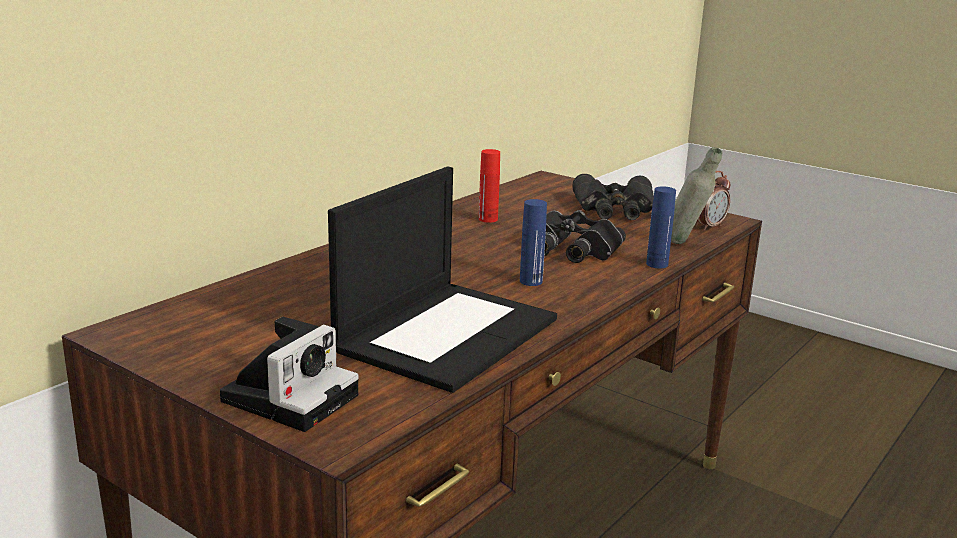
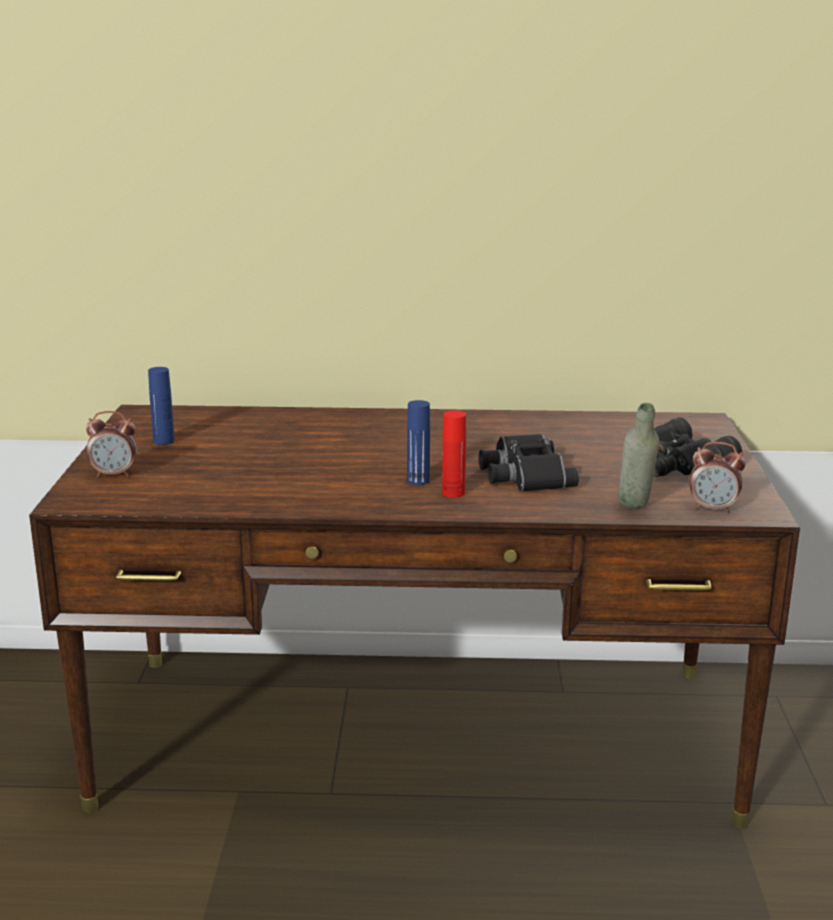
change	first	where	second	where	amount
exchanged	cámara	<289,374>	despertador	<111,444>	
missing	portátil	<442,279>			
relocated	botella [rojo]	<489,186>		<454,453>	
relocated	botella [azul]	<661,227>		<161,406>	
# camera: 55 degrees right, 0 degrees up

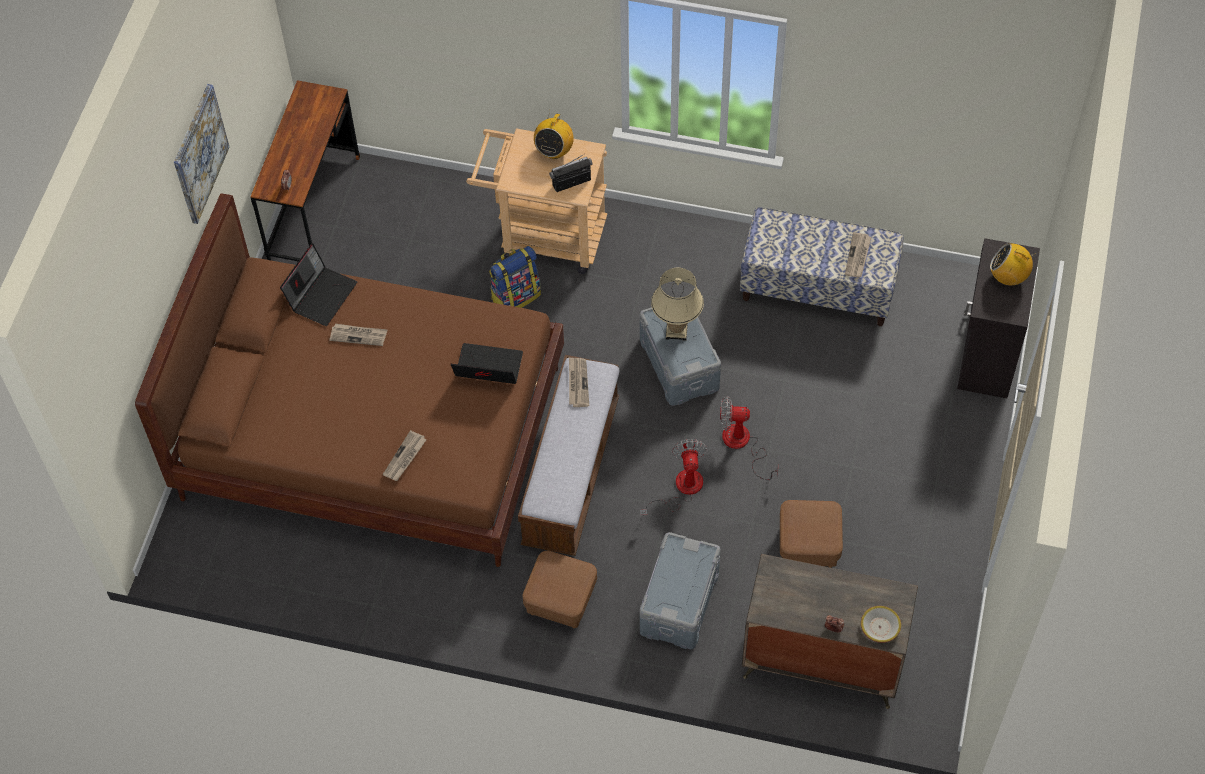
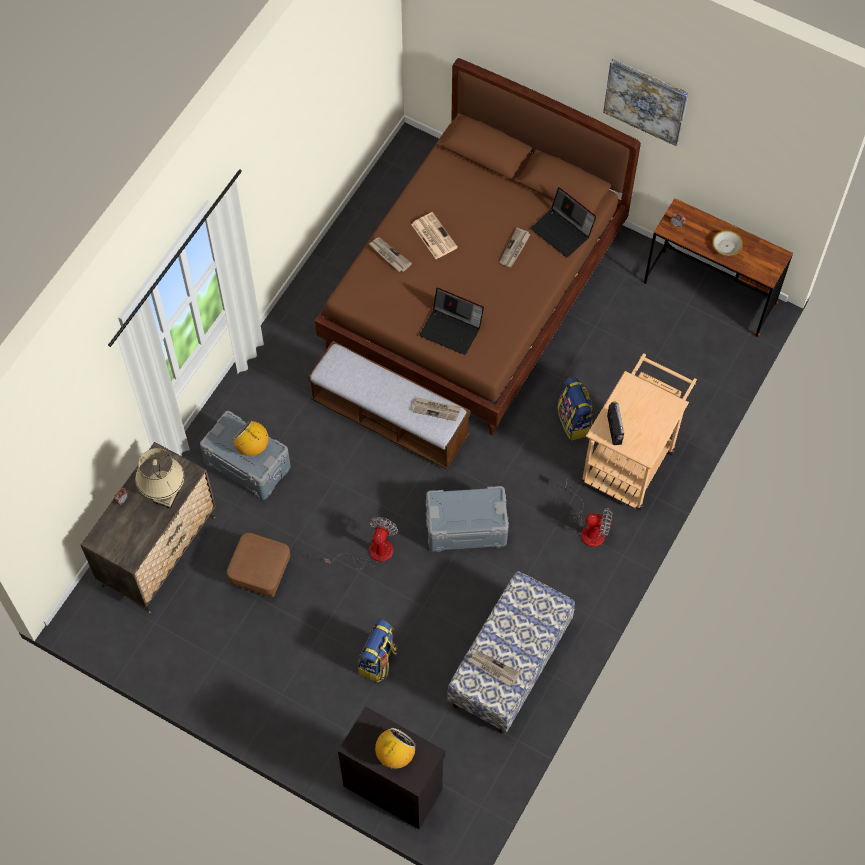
change	first	where	second	where	amount
spun	portátil	<487,363>		<451,321>	90 degrees clockwise
missing	puf [marrón]	<560,589>			
relocated	radio	<554,135>		<251,438>	
relocated	ventilador	<673,477>		<589,514>	
relocated	lámpara de mesa [beis]	<677,304>		<159,478>	
relocated	cuenco	<881,624>		<727,243>	
appeared			mochila	<377,650>	
appeared			periódico	<434,235>	
# camera: 105 degrees right, 5 degrees up

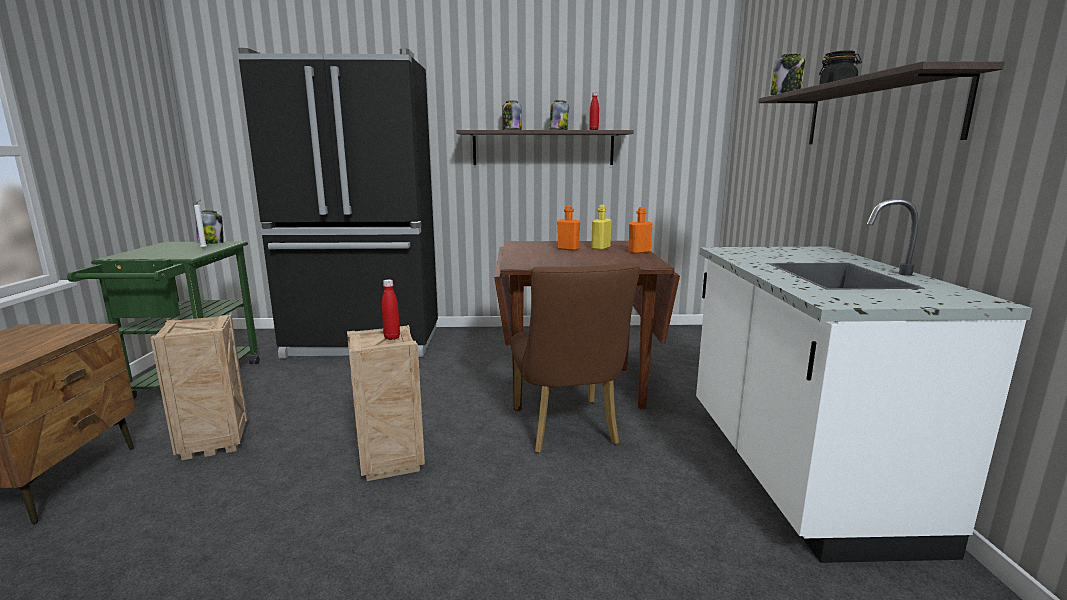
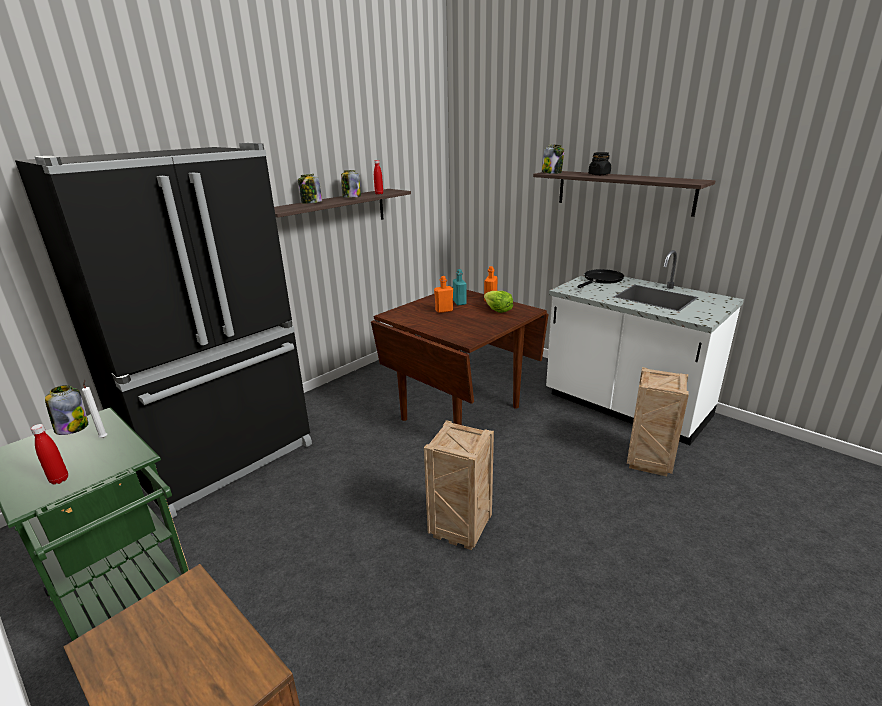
change	first	where	second	where	amount
relocated	caja de embalaje	<199,387>		<658,421>	
relocated	botella [rojo]	<391,309>		<49,454>	
missing	silla [marrón]	<575,358>			
colour	botella [amarillo]	<601,227>	botella [turquesa]	<459,287>	
appeared			lechuga	<498,302>	
appeared			sartén [negro]	<600,278>	
# camera: 45 degrees left, 10 degrees up

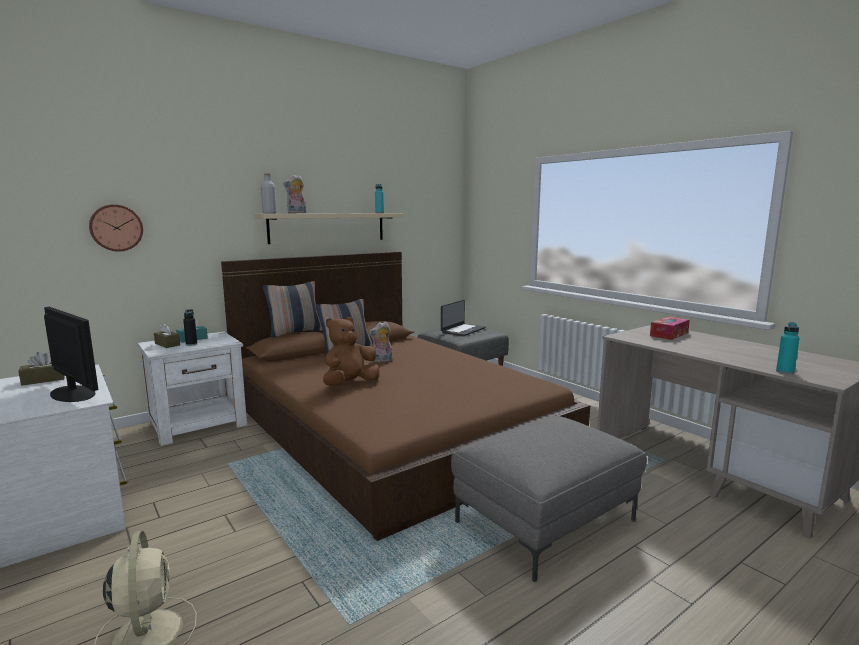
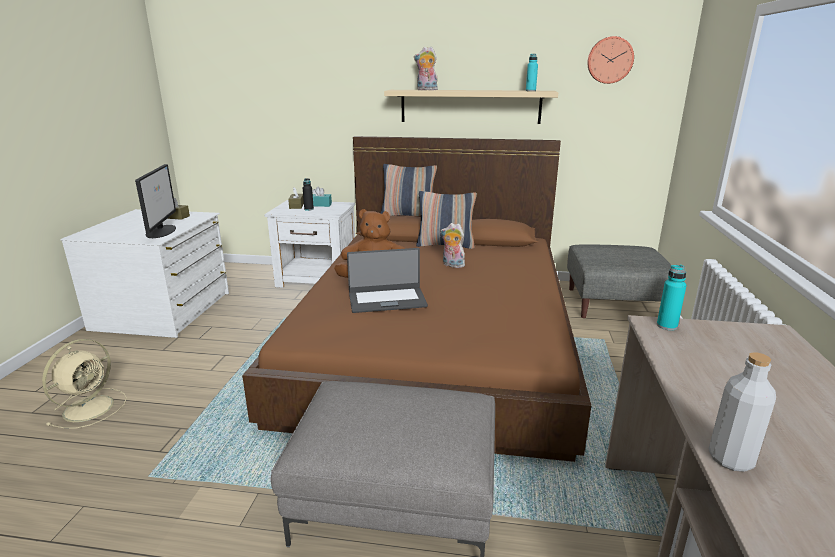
change	first	where	second	where	amount
relocated	reloj de pared	<116,228>		<610,60>	
relocated	botella [gris]	<269,194>		<742,412>	
relocated	portátil	<463,318>		<387,280>	
missing	caja de pañuelos	<670,328>			
relocated	botella [turquesa]	<788,348>		<672,297>	
# camera: 45 degrees right, 10 degrees up

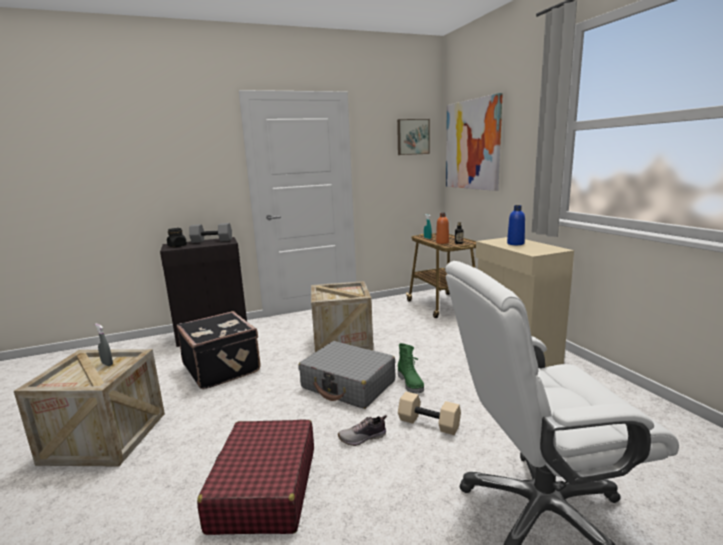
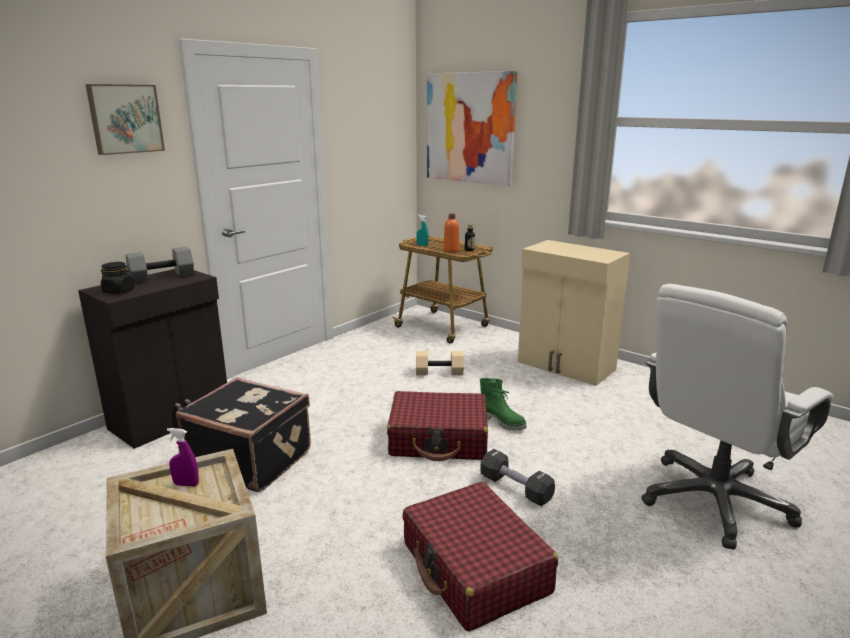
change	first	where	second	where	amount
colour	pulverizador [gris]	<104,345>	pulverizador [morado]	<183,457>	
colour	maleta [gris]	<347,375>	maleta [rojo]	<437,426>	
missing	caja de embalaje	<342,316>			
exchanged	zapato	<362,430>	mancuerna [negro]	<518,477>	
relocated	cuadro	<413,137>		<125,119>	
relocated	mancuerna [beis]	<429,413>		<440,363>	
missing	botella [azul]	<516,225>			
# camera: 30 degrees left, 5 degrees up

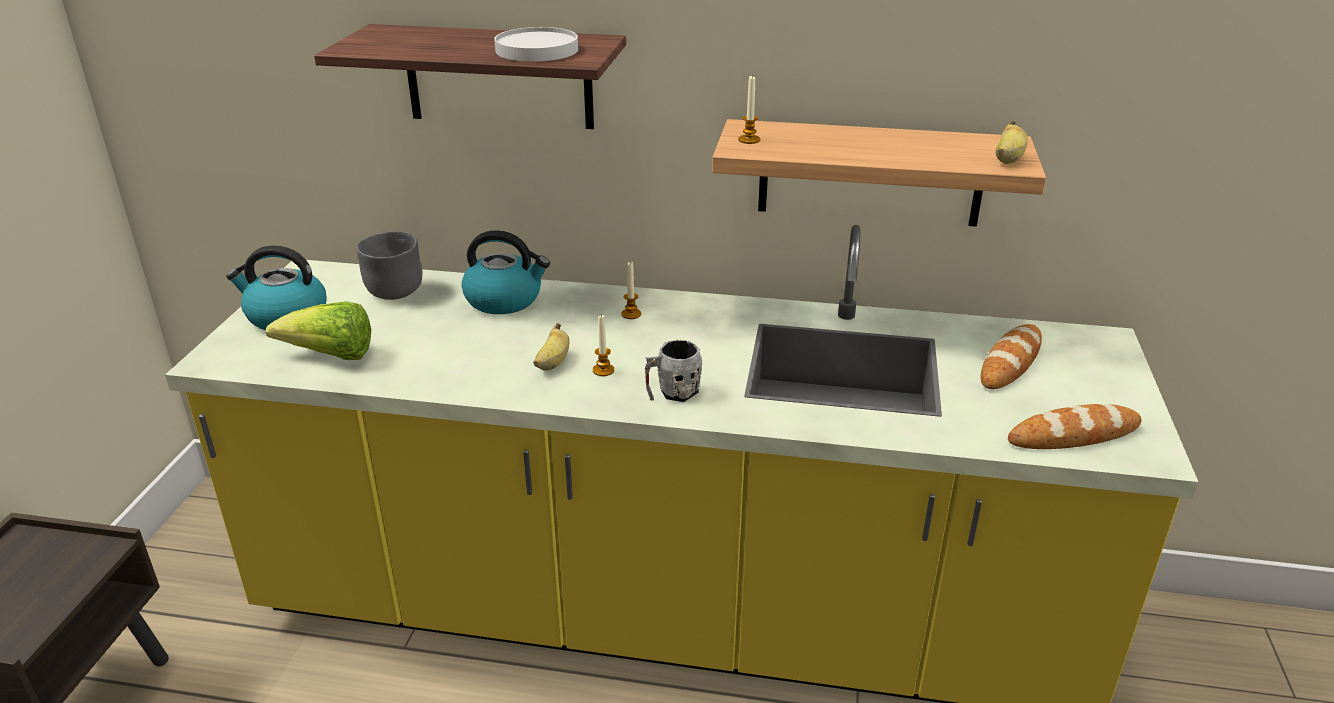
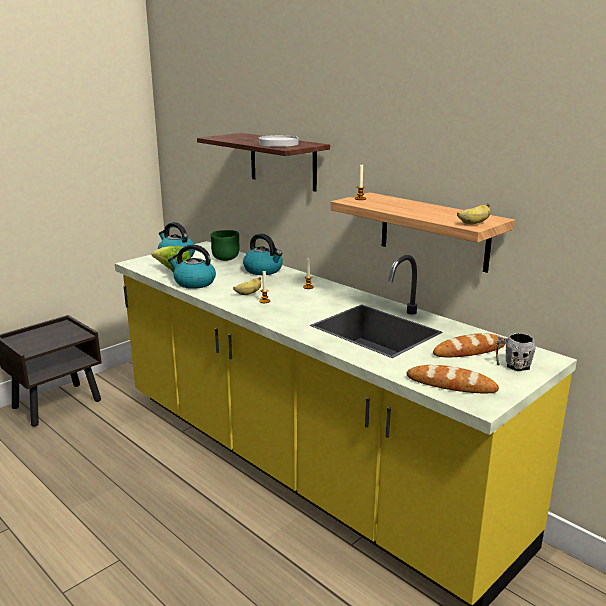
change	first	where	second	where	amount
colour	cuenco [gris]	<389,265>	cuenco [verde]	<225,245>	
relocated	taza grande [gris]	<673,371>		<516,352>	
appeared			hervidor	<192,267>	
# camera: 35 degrees right, 10 degrees down

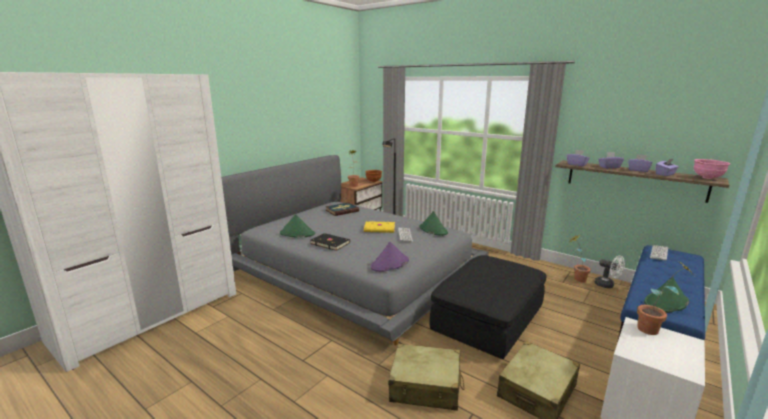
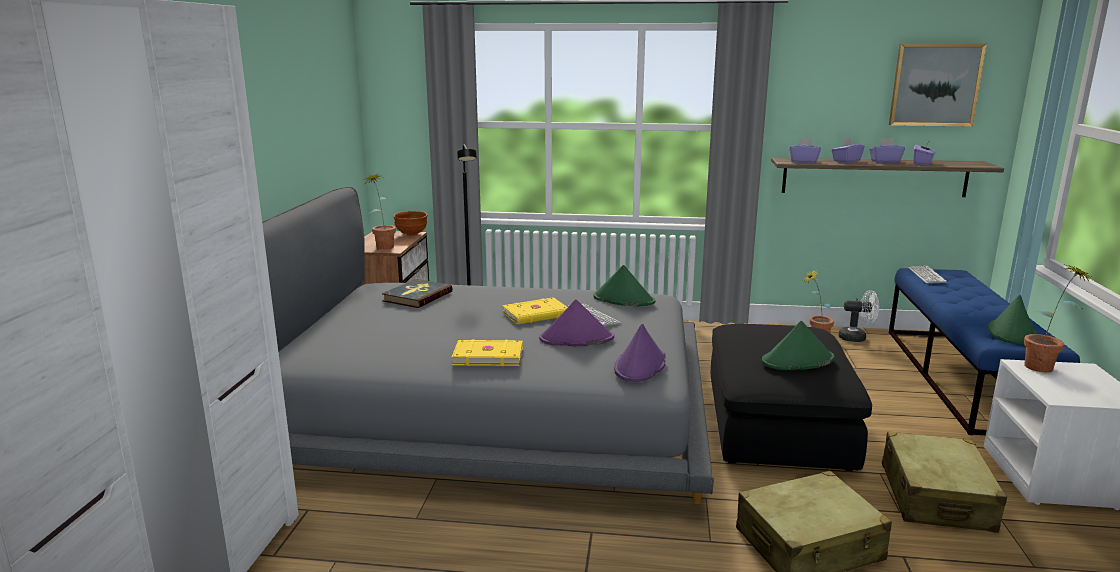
change	first	where	second	where	amount
relocated	sombrero [verde]	<297,226>		<798,345>	
colour	libro [negro]	<330,242>	libro [amarillo]	<487,353>	
missing	cuenco [rosa]	<712,169>			
appeared			sombrero [morado]	<576,322>	
appeared			cuadro	<938,85>	
# camera: 30 degrees left, 0 degrees up

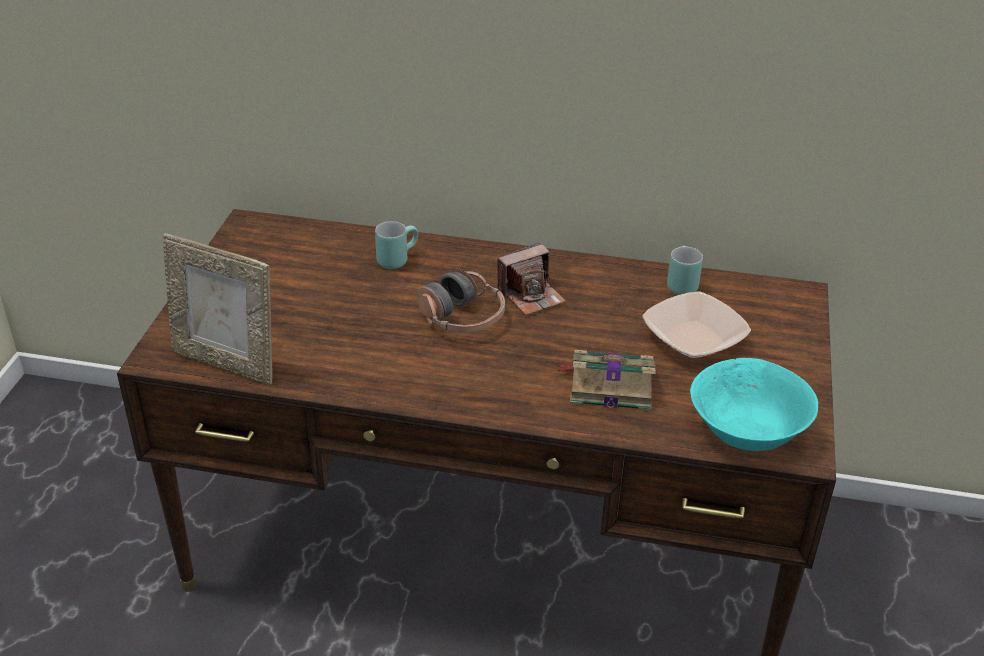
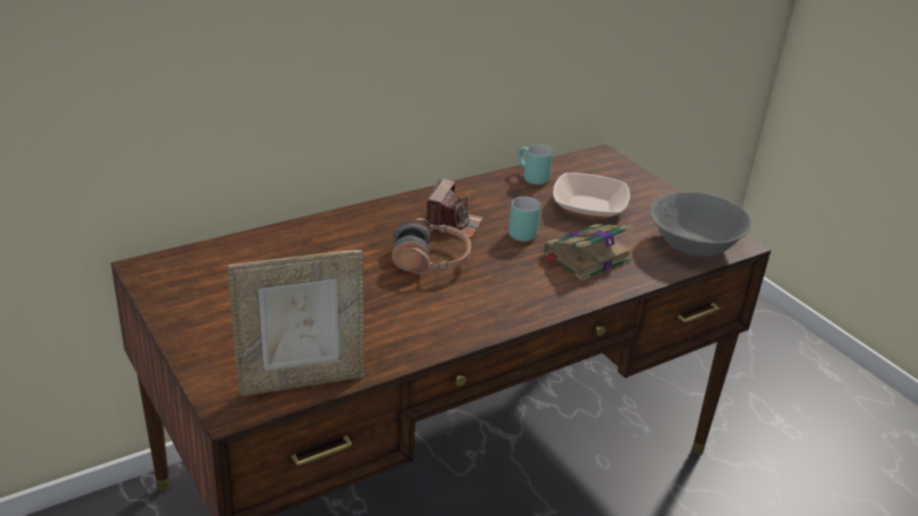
change	first	where	second	where	amount
relocated	taza grande [turquesa]	<396,245>		<524,218>	
colour	cuenco [turquesa]	<754,404>	cuenco [gris]	<700,224>	
# camera: 45 degrees left, 5 degrees down

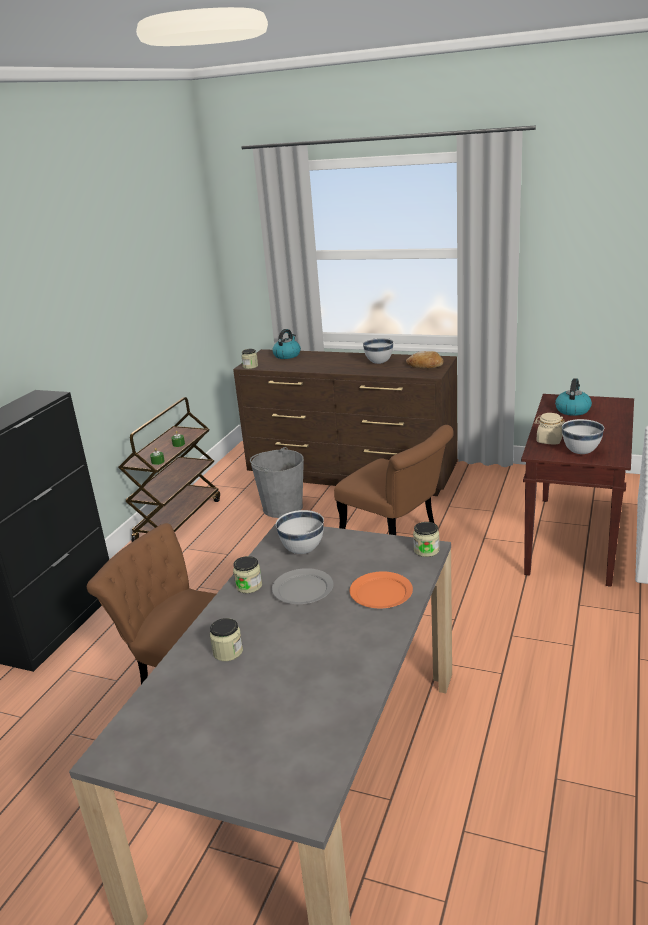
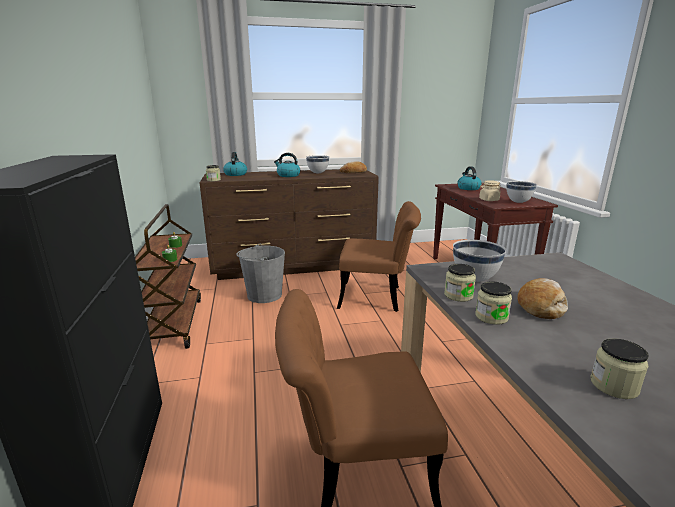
change	first	where	second	where	amount
exchanged	plato [gris]	<302,586>	pan	<542,298>	
missing	plato [naranja]	<381,589>			
relocated	tarro	<426,539>		<460,283>	
appeared			hervidor	<287,165>	
# camera: 35 degrees left, 5 degrees down

